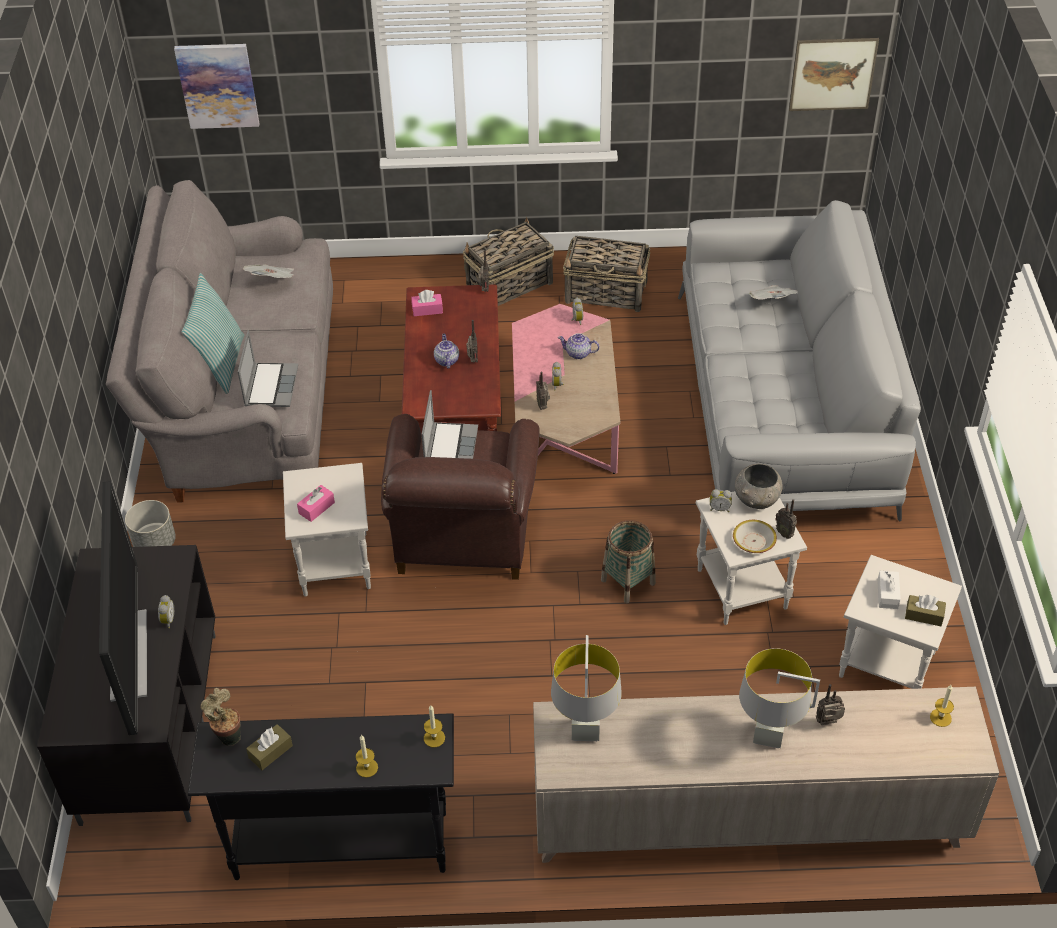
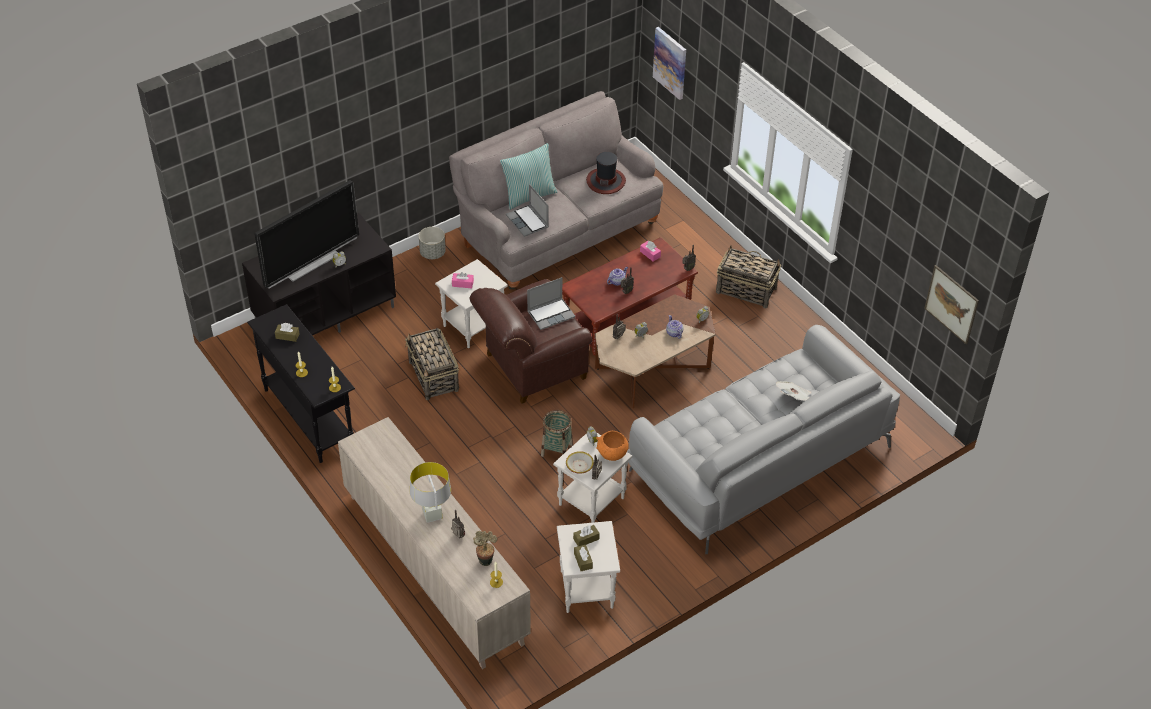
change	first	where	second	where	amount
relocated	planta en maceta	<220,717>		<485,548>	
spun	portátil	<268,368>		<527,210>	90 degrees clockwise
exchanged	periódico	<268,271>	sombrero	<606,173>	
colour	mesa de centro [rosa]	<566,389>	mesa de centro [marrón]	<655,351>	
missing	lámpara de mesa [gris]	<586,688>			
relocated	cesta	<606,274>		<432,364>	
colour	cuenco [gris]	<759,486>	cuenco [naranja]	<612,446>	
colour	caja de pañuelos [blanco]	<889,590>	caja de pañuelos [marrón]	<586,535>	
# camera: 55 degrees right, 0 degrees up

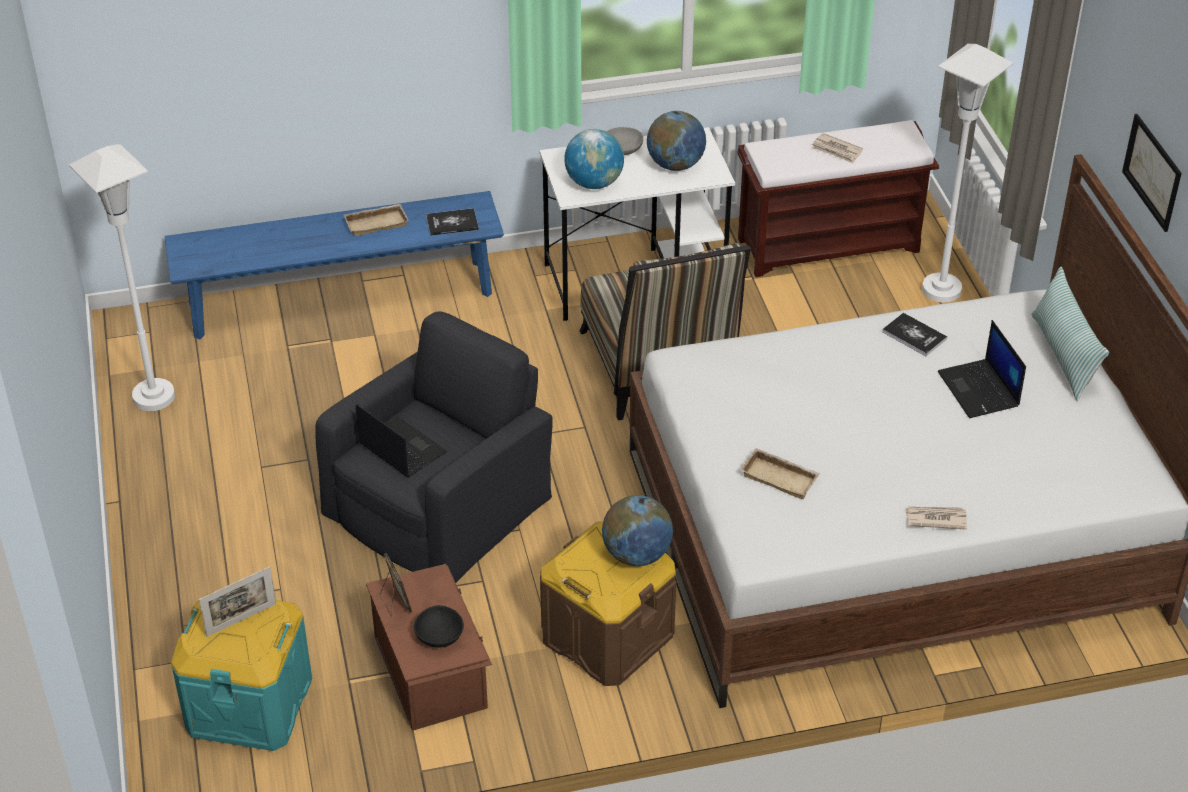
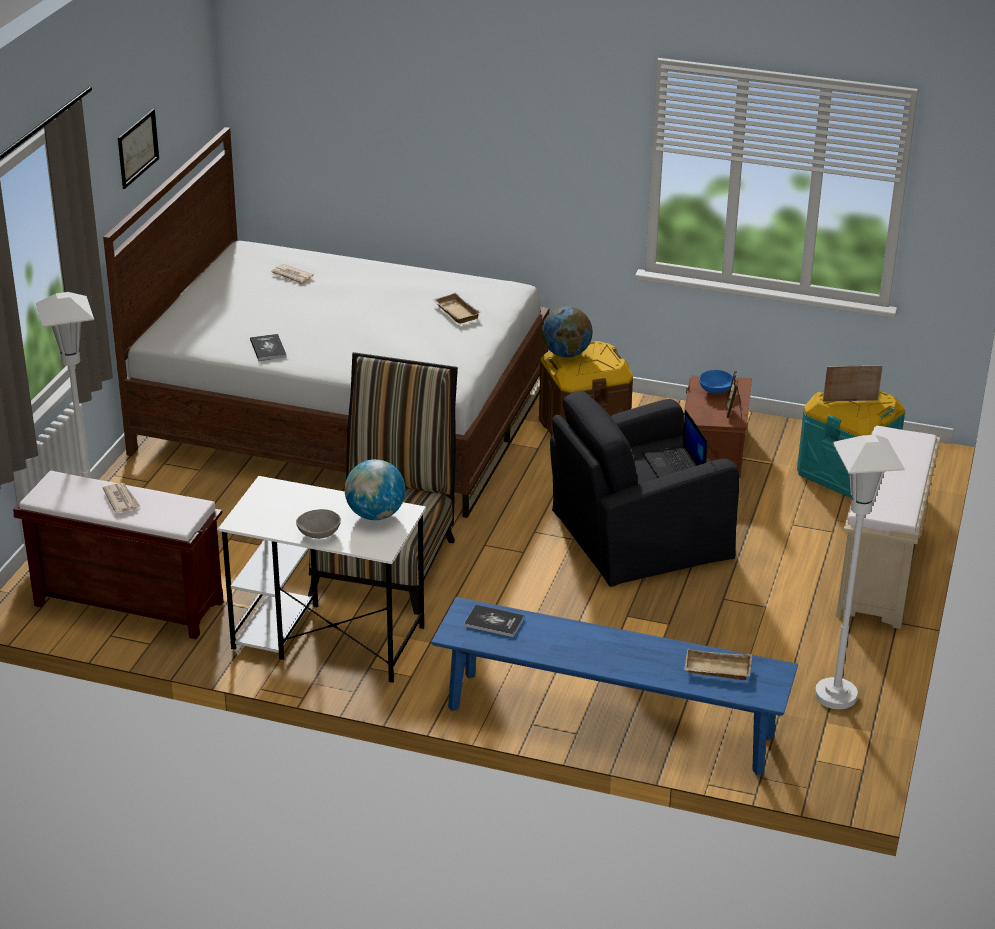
change	first	where	second	where	amount
relocated	bandeja [beis]	<376,220>		<718,664>	
colour	cuenco [negro]	<439,626>	cuenco [azul]	<716,382>	
missing	globo terráqueo	<676,141>			
relocated	periódico	<936,518>		<292,274>	
missing	portátil	<982,369>			
missing	cojín	<1070,334>			
appeared			banco [beis]	<888,527>	
# camera: 150 degrees left, 10 degrees down

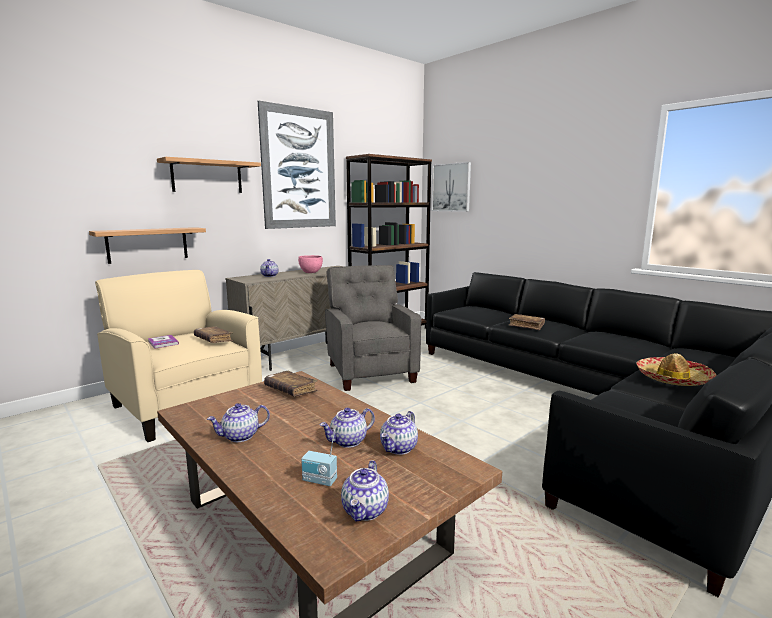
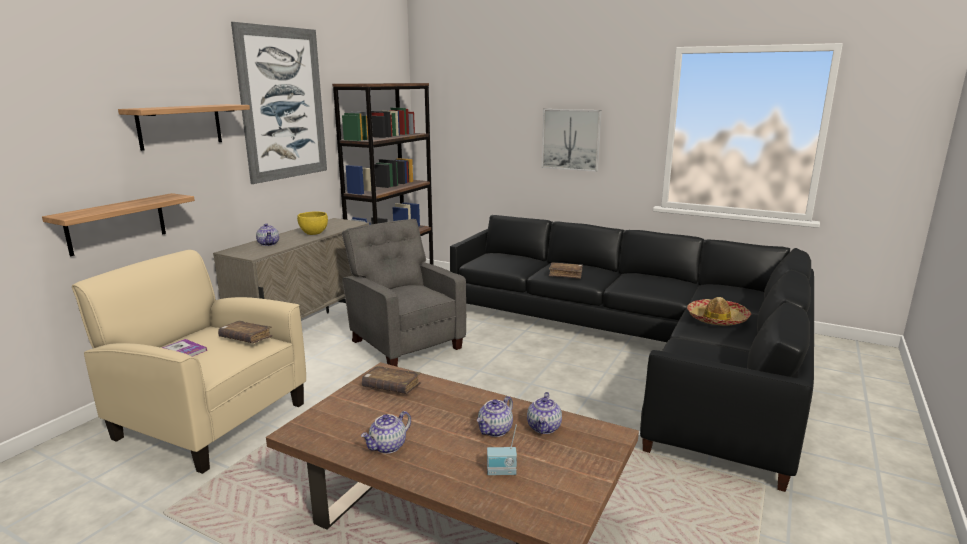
change	first	where	second	where	amount
colour	cuenco [rosa]	<310,264>	cuenco [amarillo]	<312,223>	
missing	tetera	<365,491>			
relocated	cuadro	<451,187>		<572,140>	
# camera: 20 degrees left, 5 degrees up

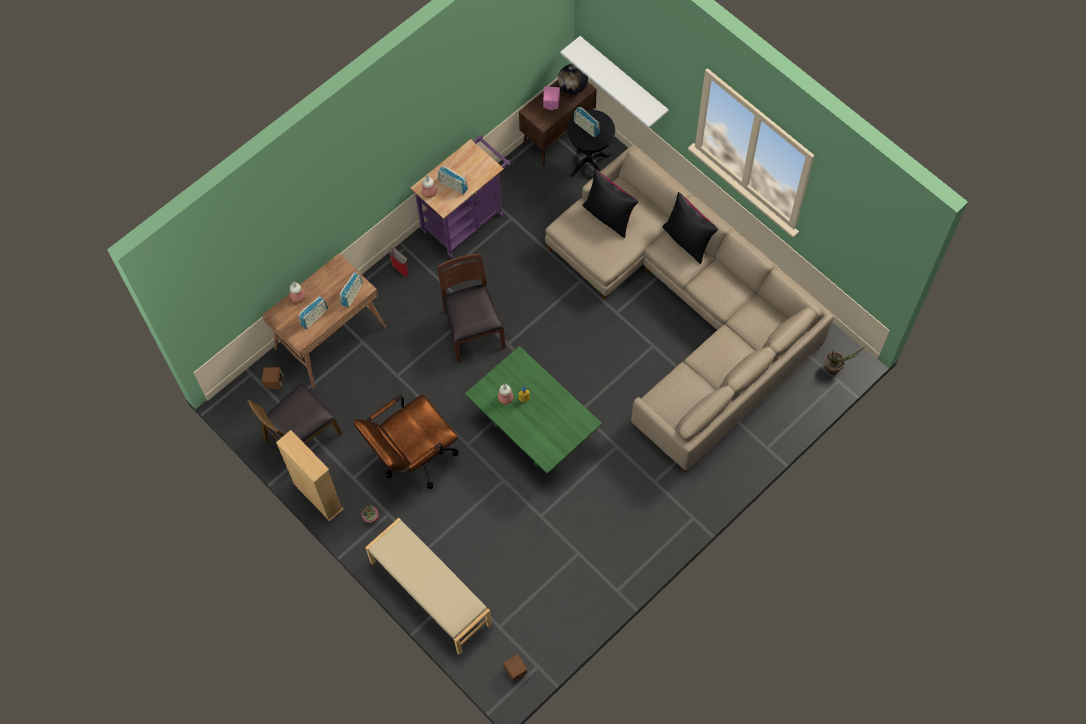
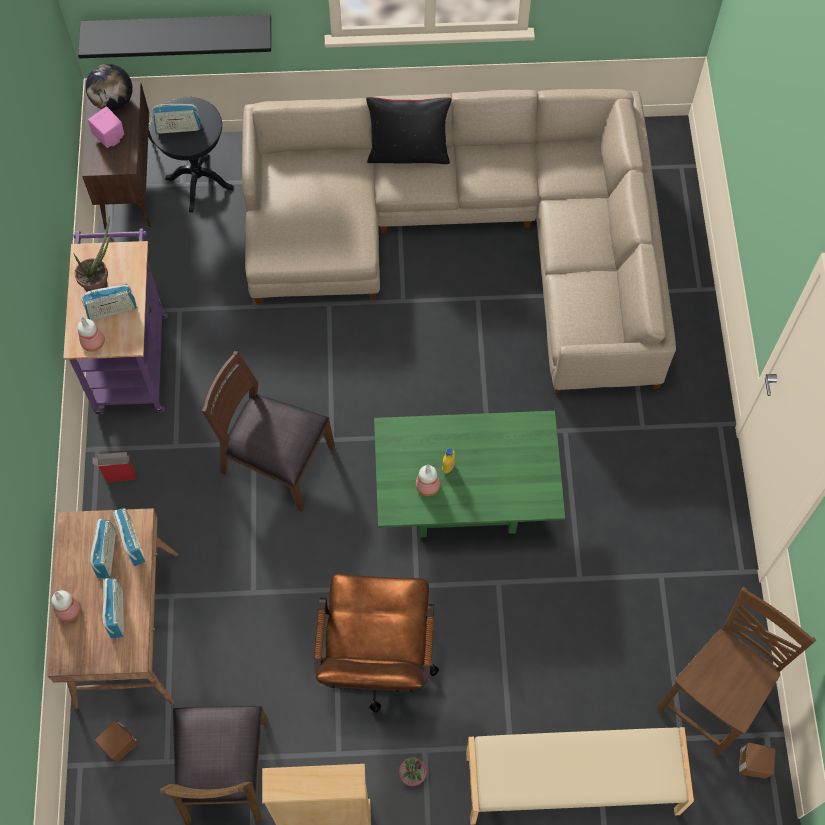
change	first	where	second	where	amount
colour	estante [blanco]	<614,82>	estante [negro]	<174,36>	
missing	cojín [negro]	<610,203>			
relocated	planta en maceta	<845,360>		<92,254>	
appeared			radio	<103,548>	
appeared			silla [marrón]	<736,671>	
# camera: 50 degrees left, 0 degrees up

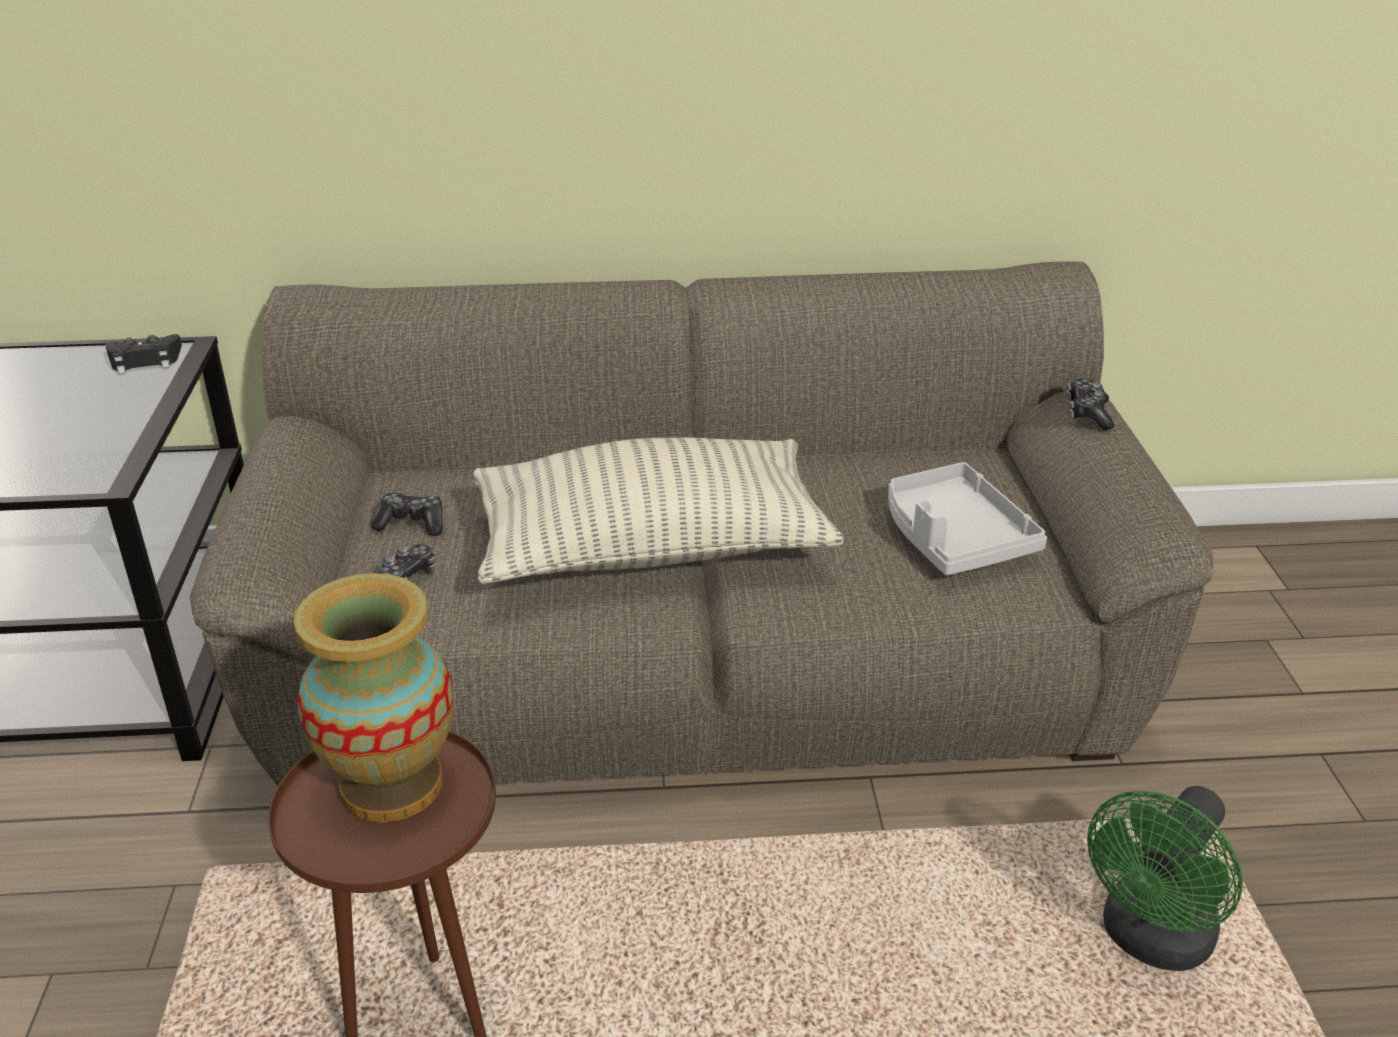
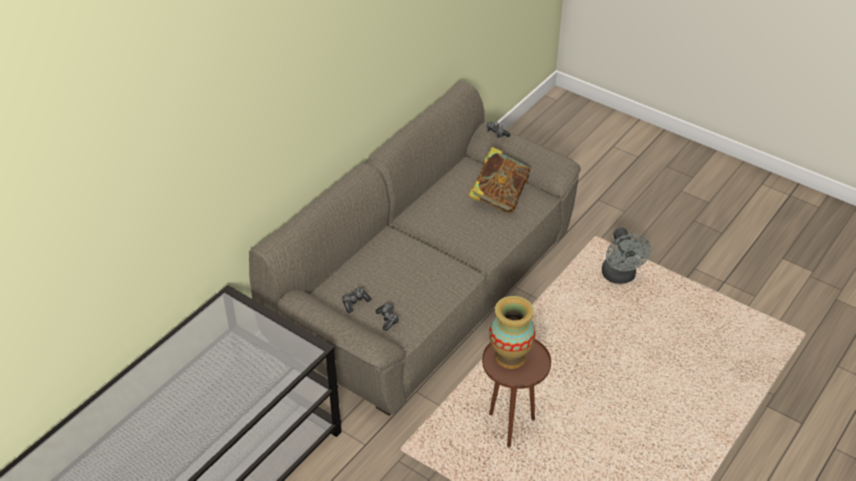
change	first	where	second	where	amount
missing	mando de consola [negro]	<143,354>			
missing	cojín	<658,510>			
exchanged	bandeja [gris]	<967,519>	libro	<499,180>	
colour	ventilador [verde]	<1165,878>	ventilador [gris]	<627,256>	
# camera: 50 degrees left, 10 degrees up

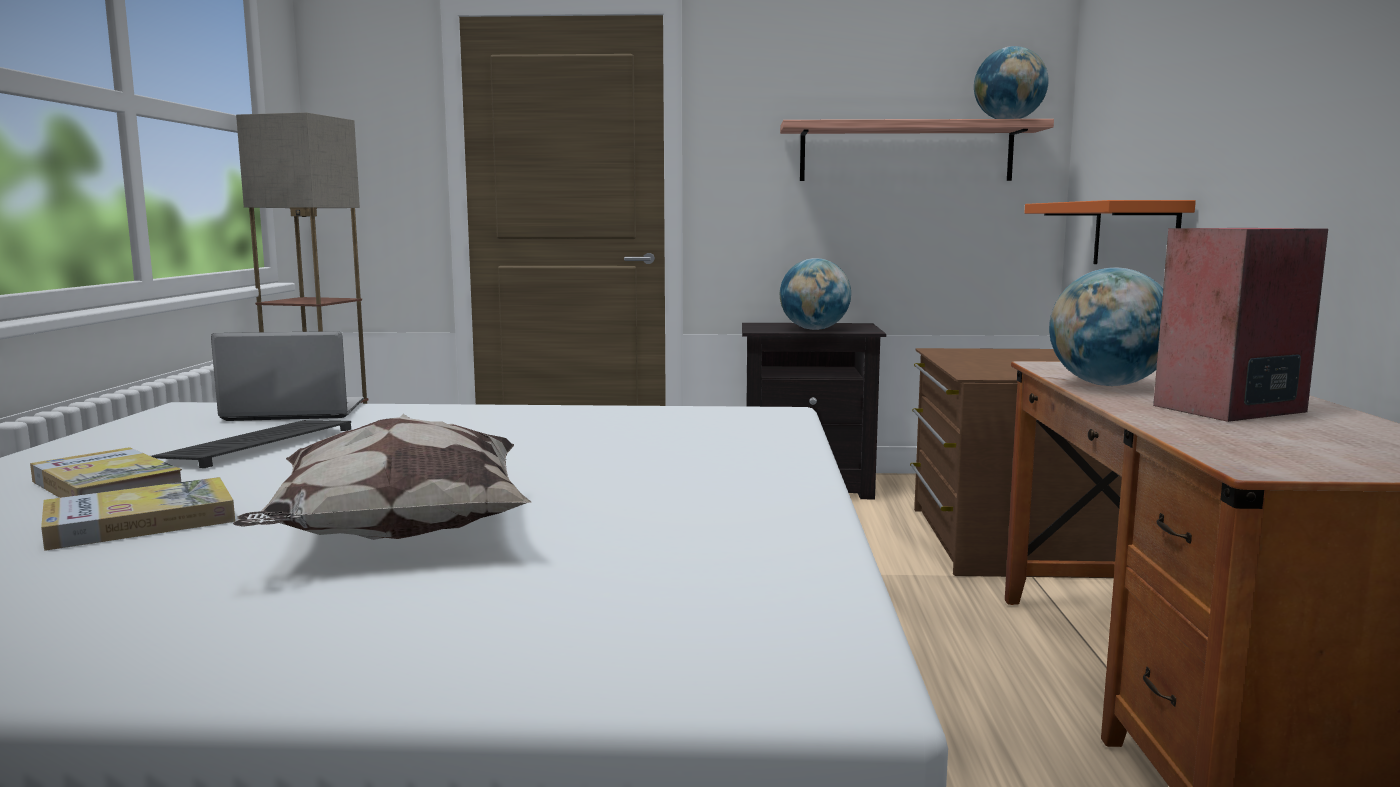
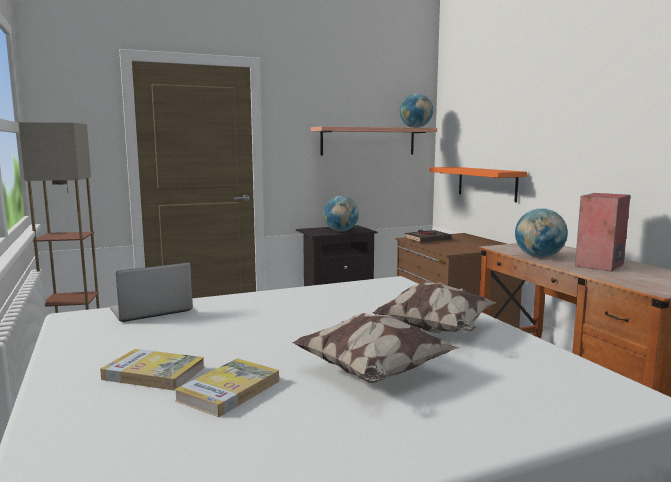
change	first	where	second	where	amount
missing	teclado	<251,444>			
appeared			cojín	<435,307>	
appeared			libro [negro]	<428,236>	
# camera: 25 degrees left, 0 degrees up

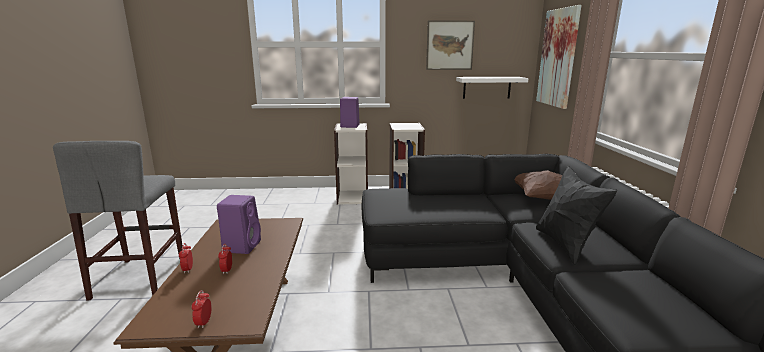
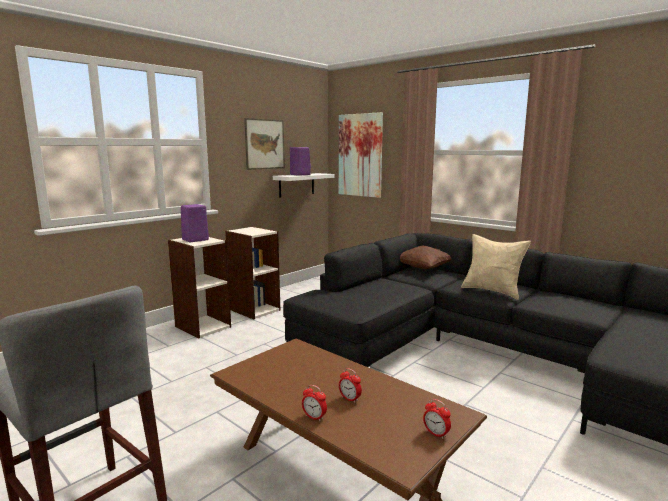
change	first	where	second	where	amount
relocated	altavoz [morado]	<239,224>		<300,161>	
colour	cojín [negro]	<576,215>	cojín [beis]	<496,267>	
# camera: 45 degrees left, 5 degrees down

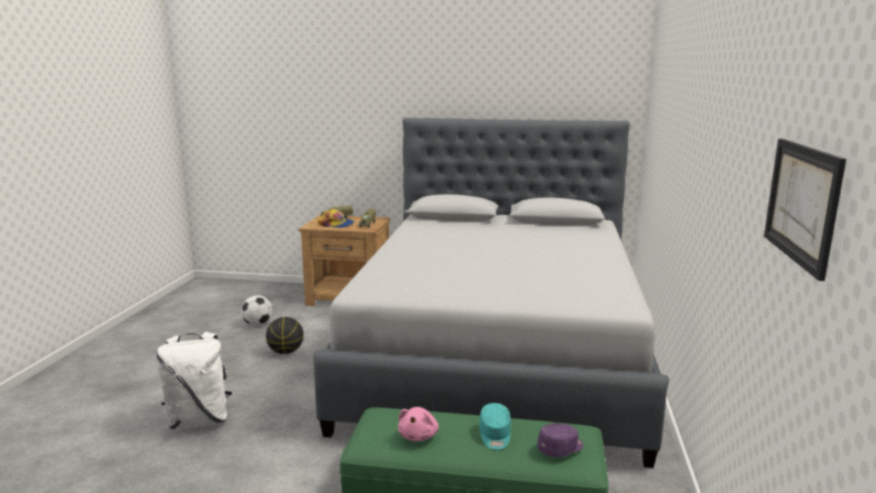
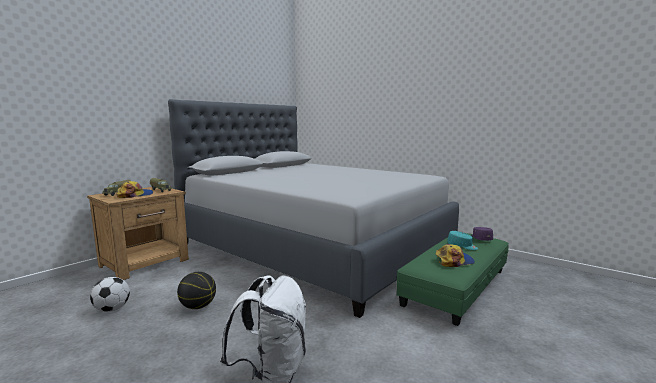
change	first	where	second	where	amount
exchanged	peluche [rosa]	<418,424>	gorra	<455,255>	
missing	cuadro	<805,210>			
# camera: 60 degrees left, 5 degrees down

